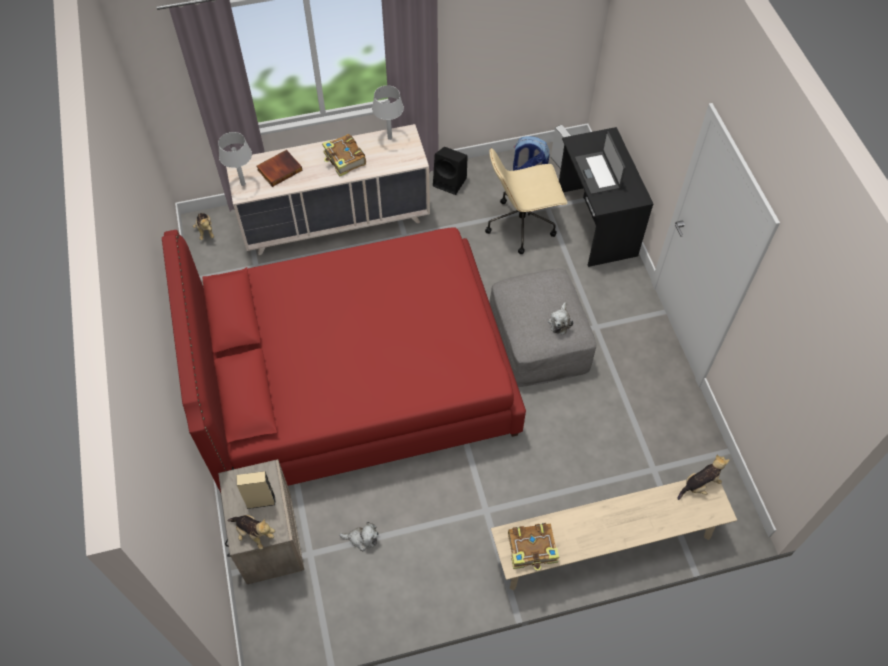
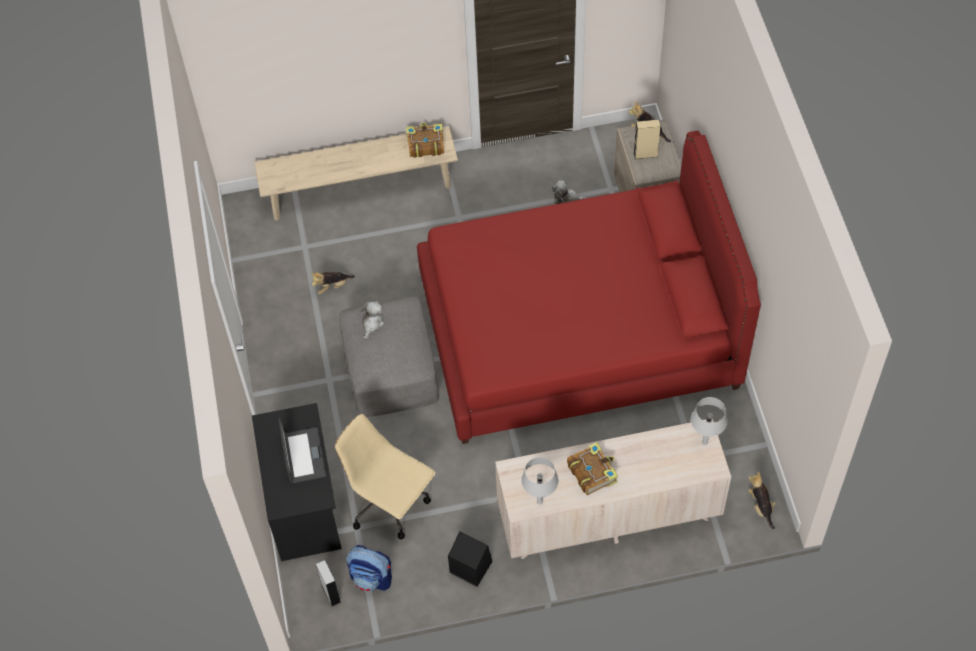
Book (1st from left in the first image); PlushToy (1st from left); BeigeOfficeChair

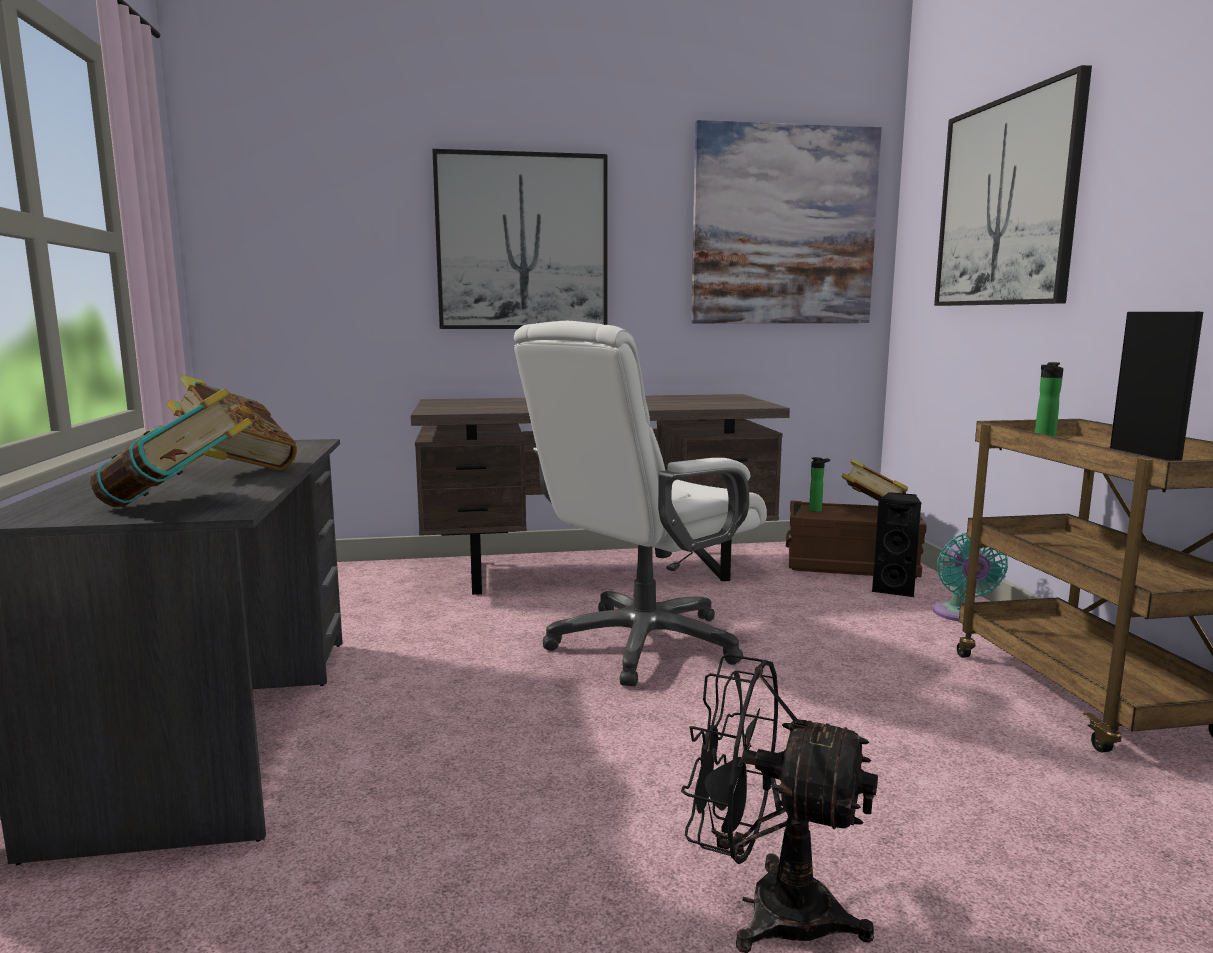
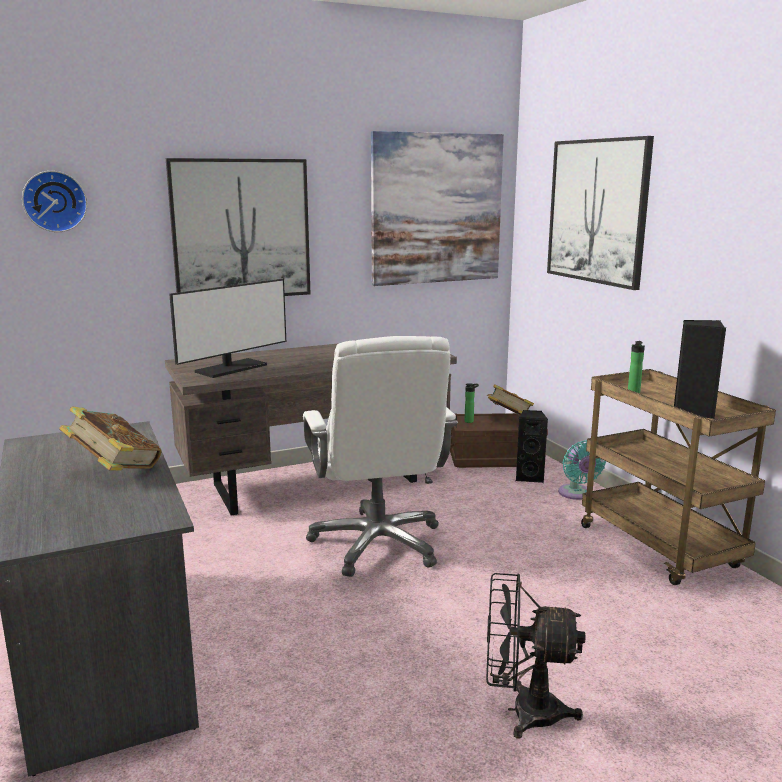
Book (1st from left in the first image); WallClock; Monitor; WhiteOfficeChair

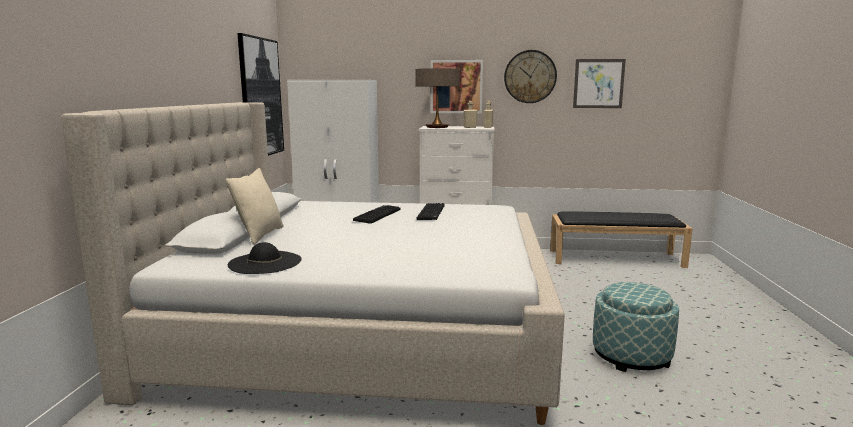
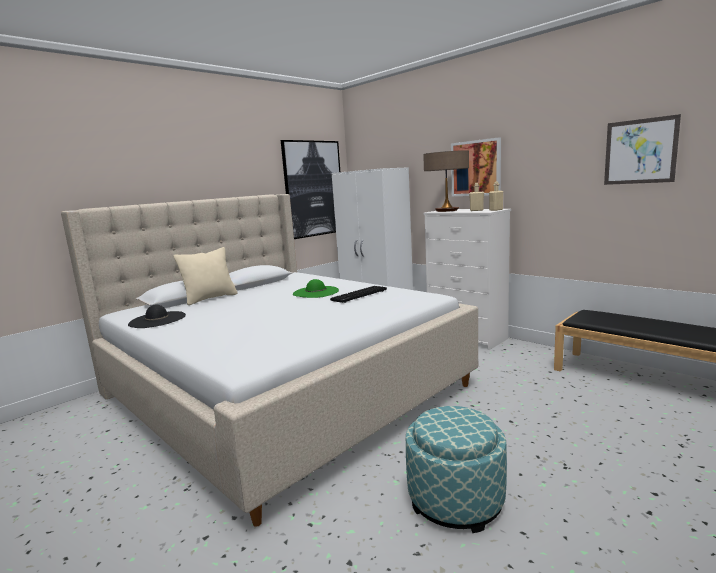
WallClock; GreenHat

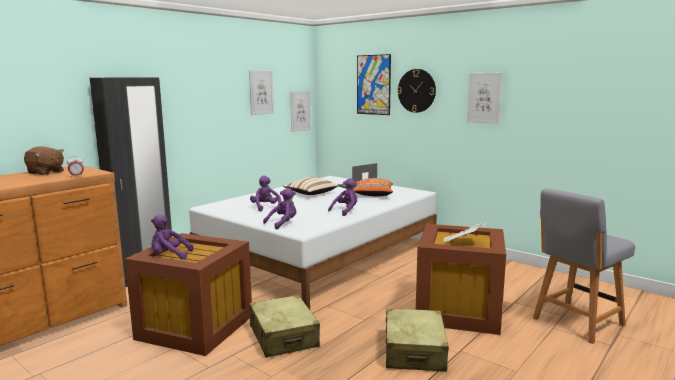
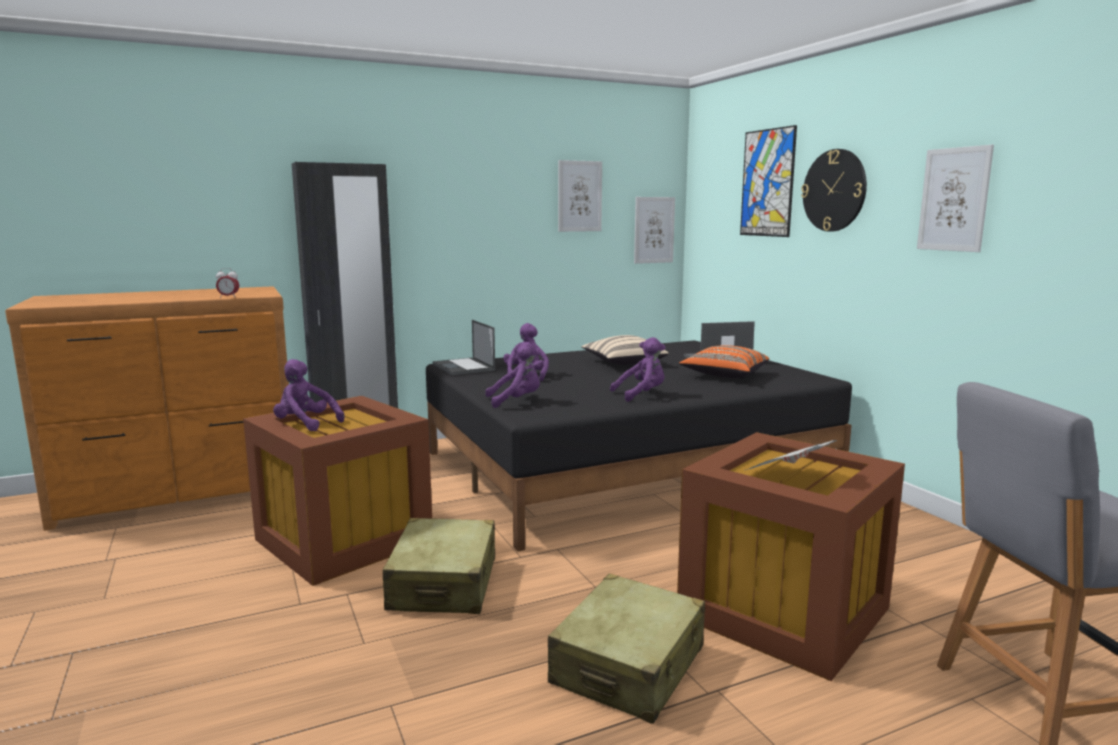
BrownPlushToy; Laptop (1st from left); BlackBed

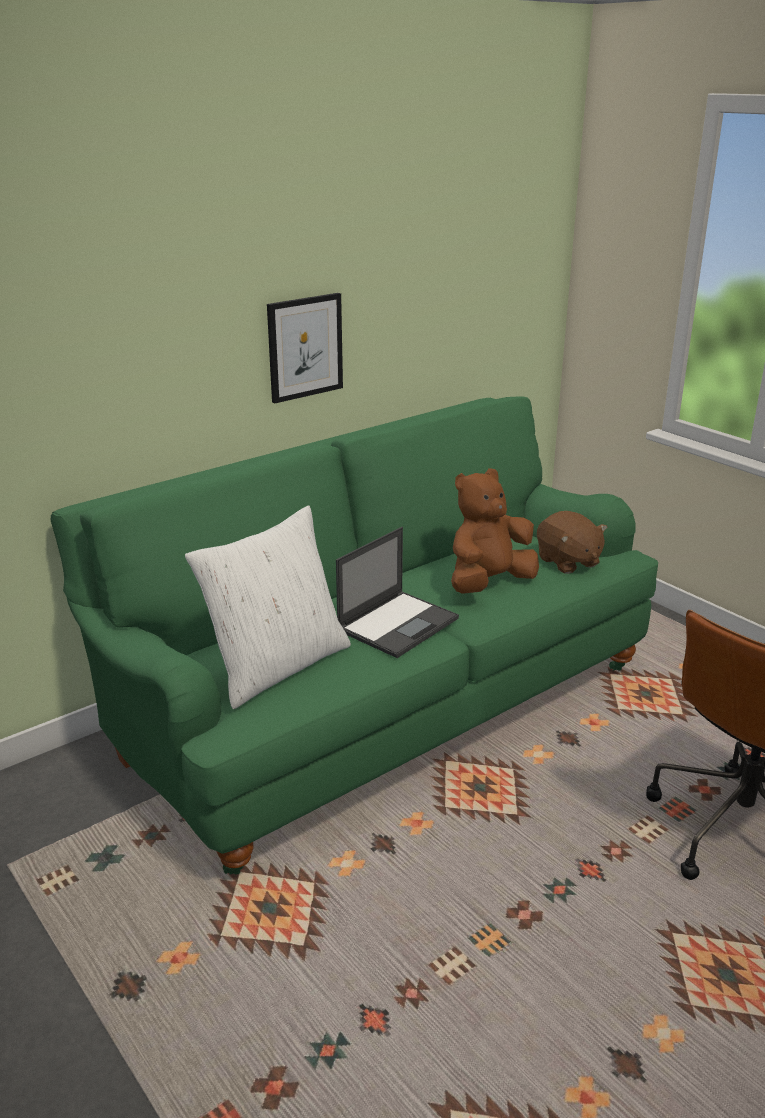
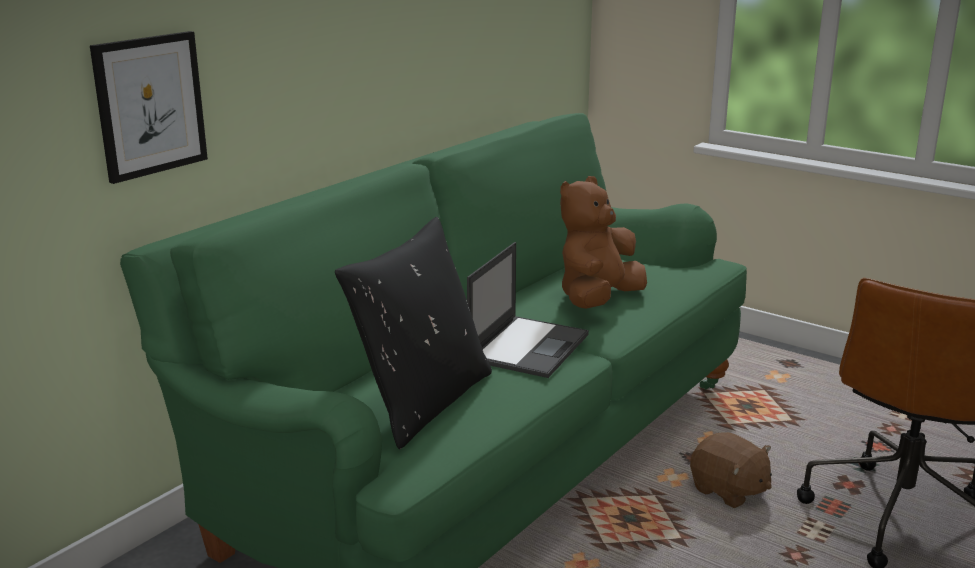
Picture; BrownPlushToy (2nd from left); BlackPillow

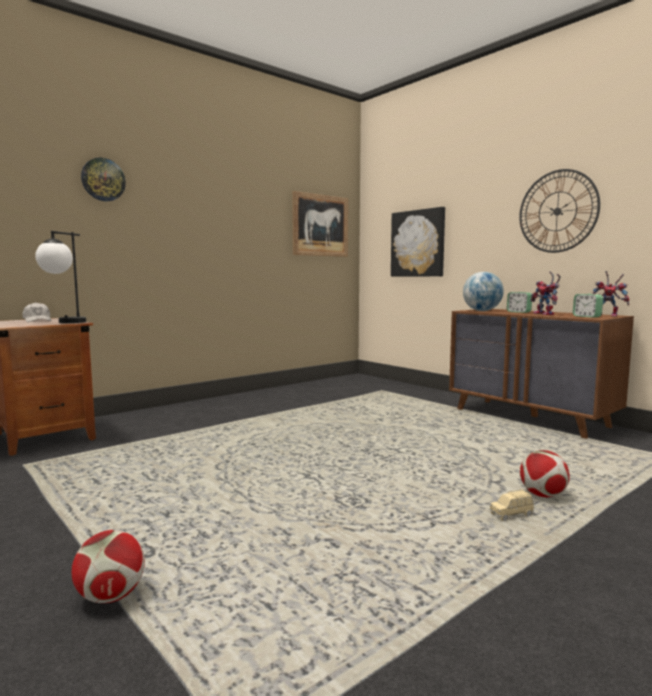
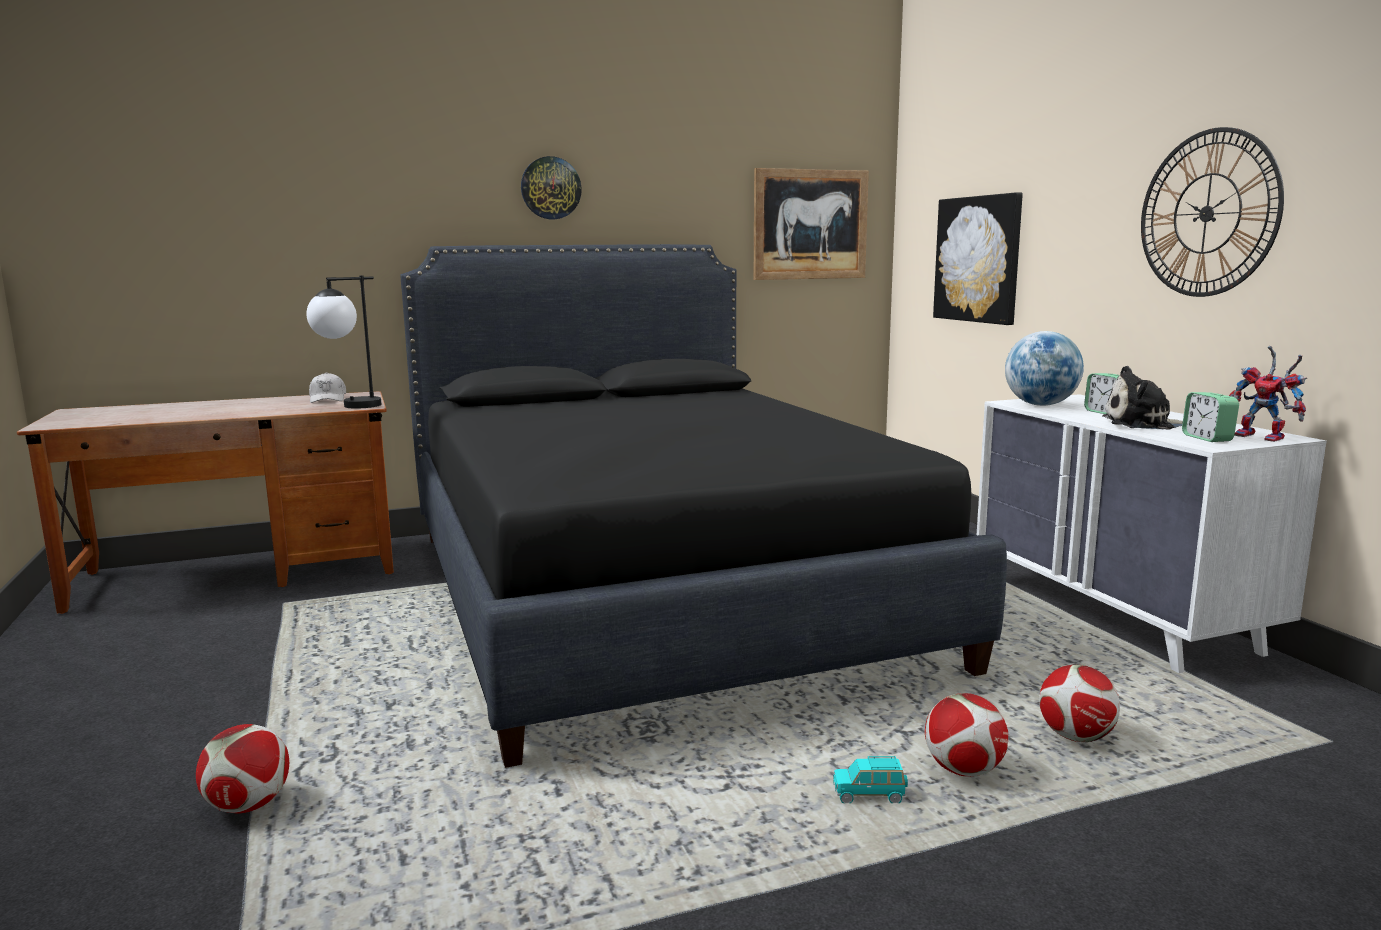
BlackBed; Football (3rd from left); WallClock (1st from left); PlushToy; WhiteDresser; TurquoiseToyCar

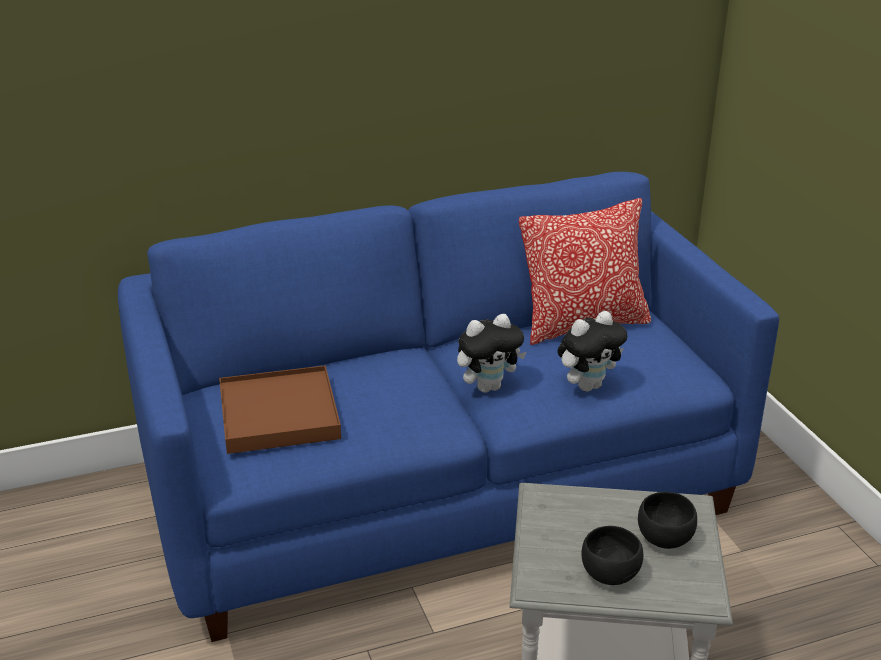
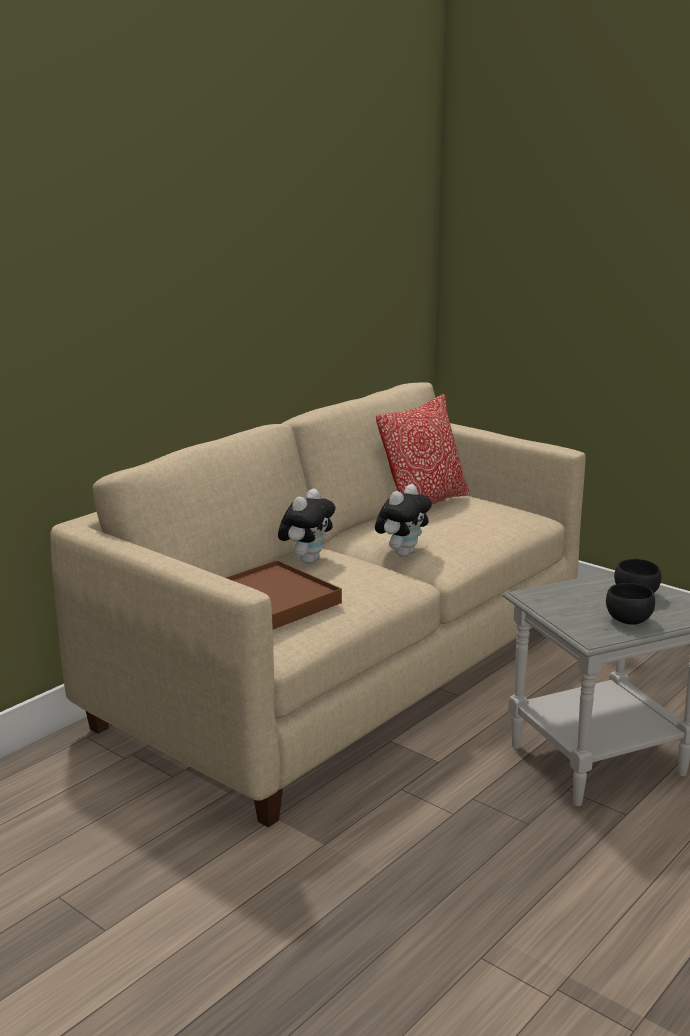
PlushToy (1st from left); BeigeSofa

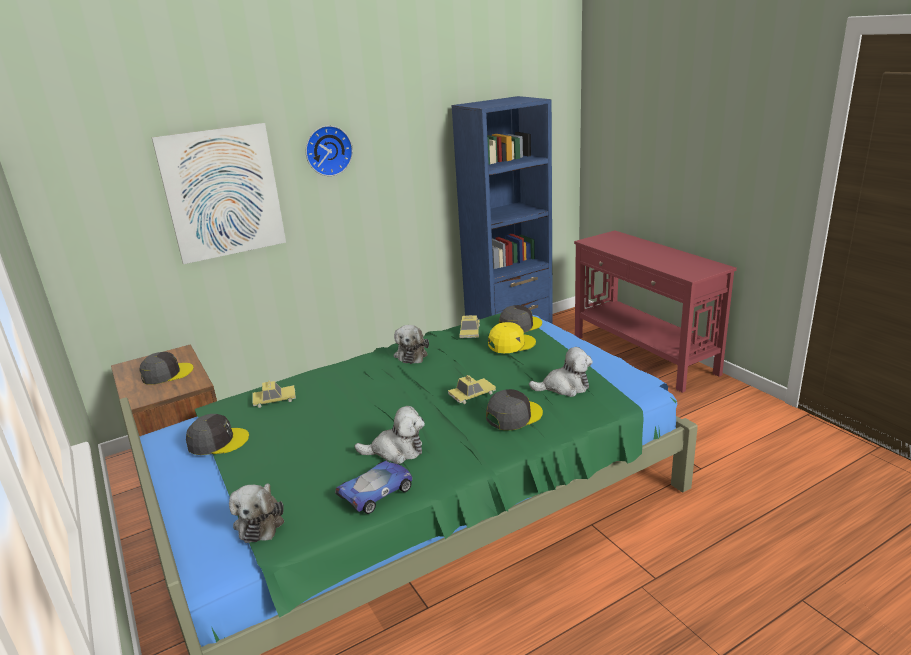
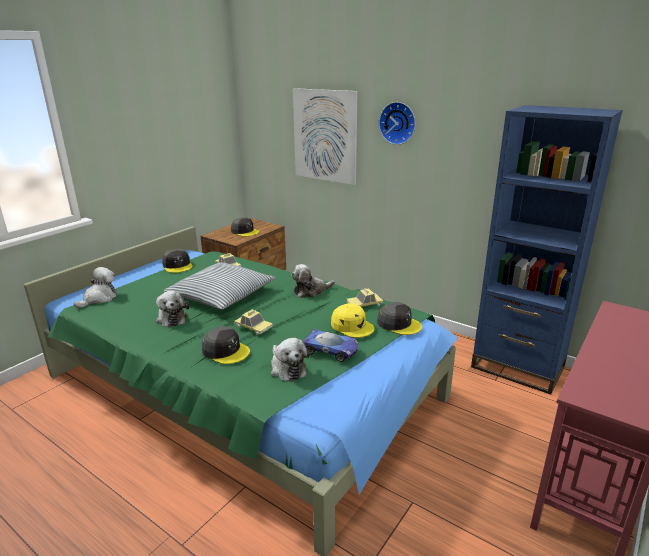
Pillow; ToyCar (3rd from left); PlushToy (1st from left)

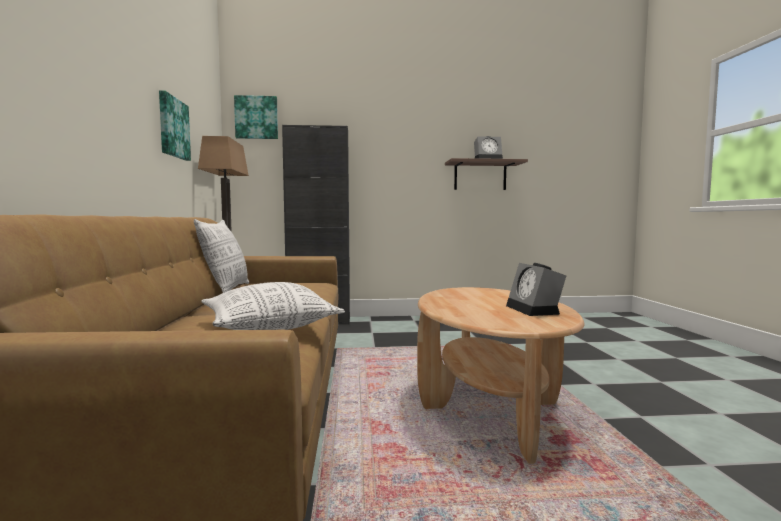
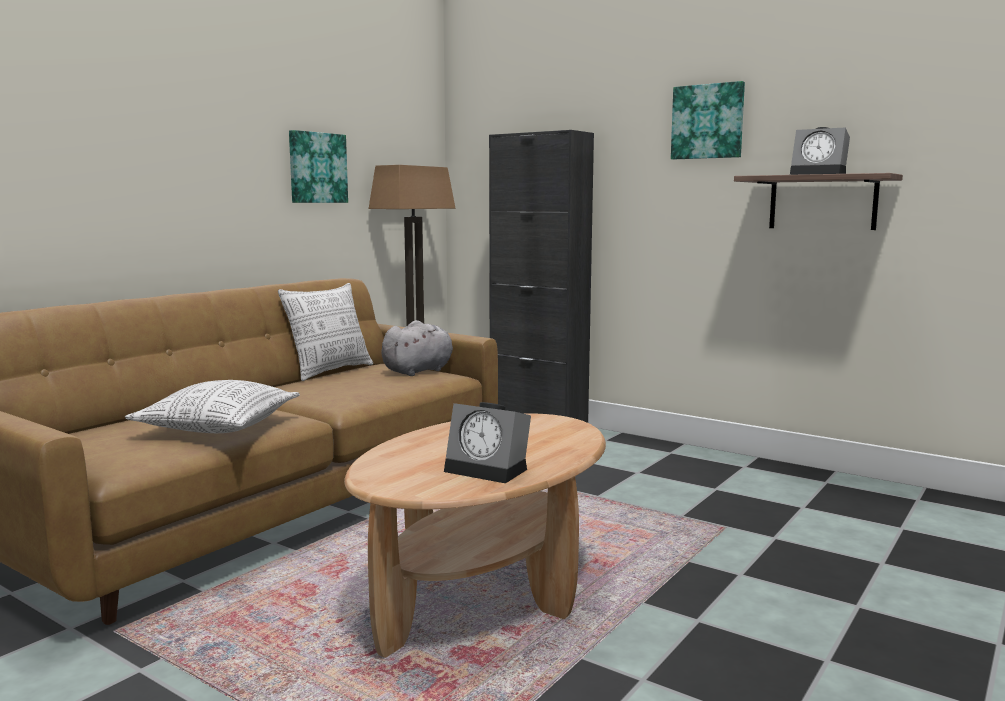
GreyPlushToy; Picture (2nd from left); AlarmClock (1st from left)

